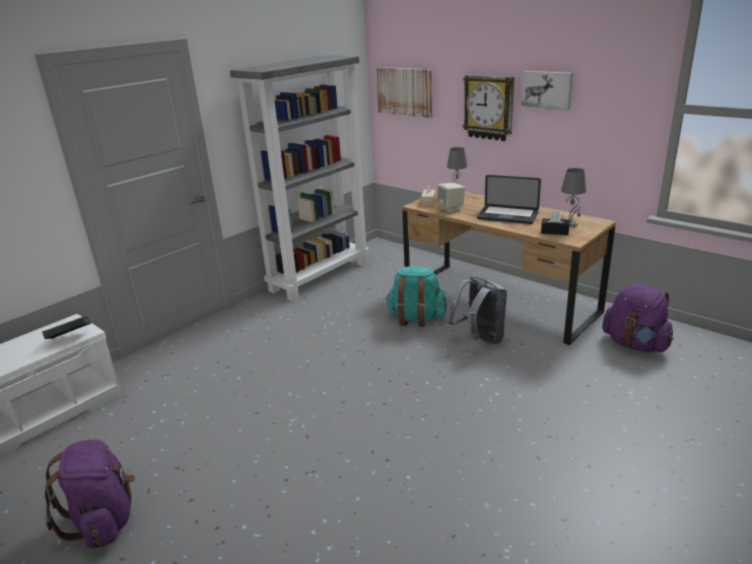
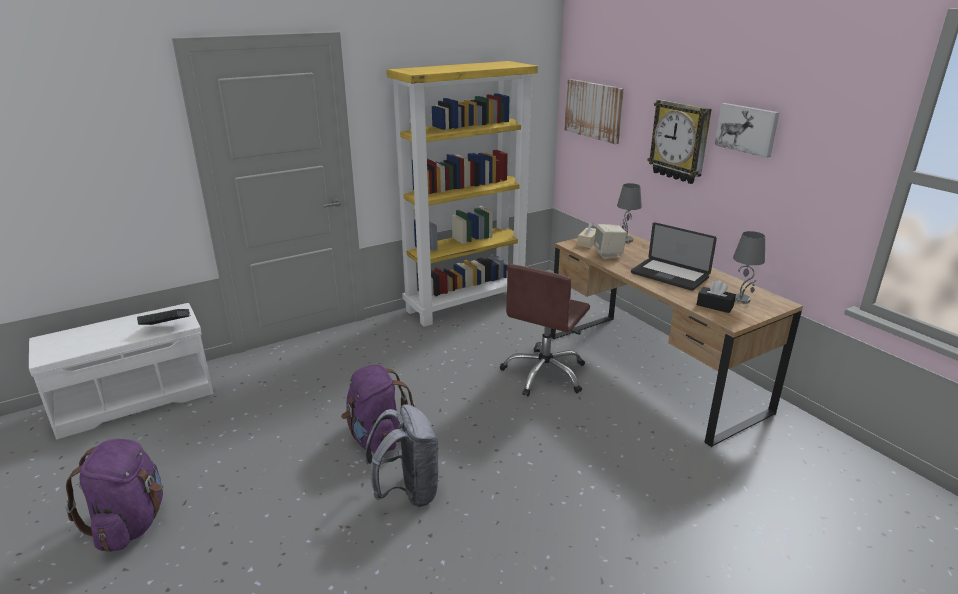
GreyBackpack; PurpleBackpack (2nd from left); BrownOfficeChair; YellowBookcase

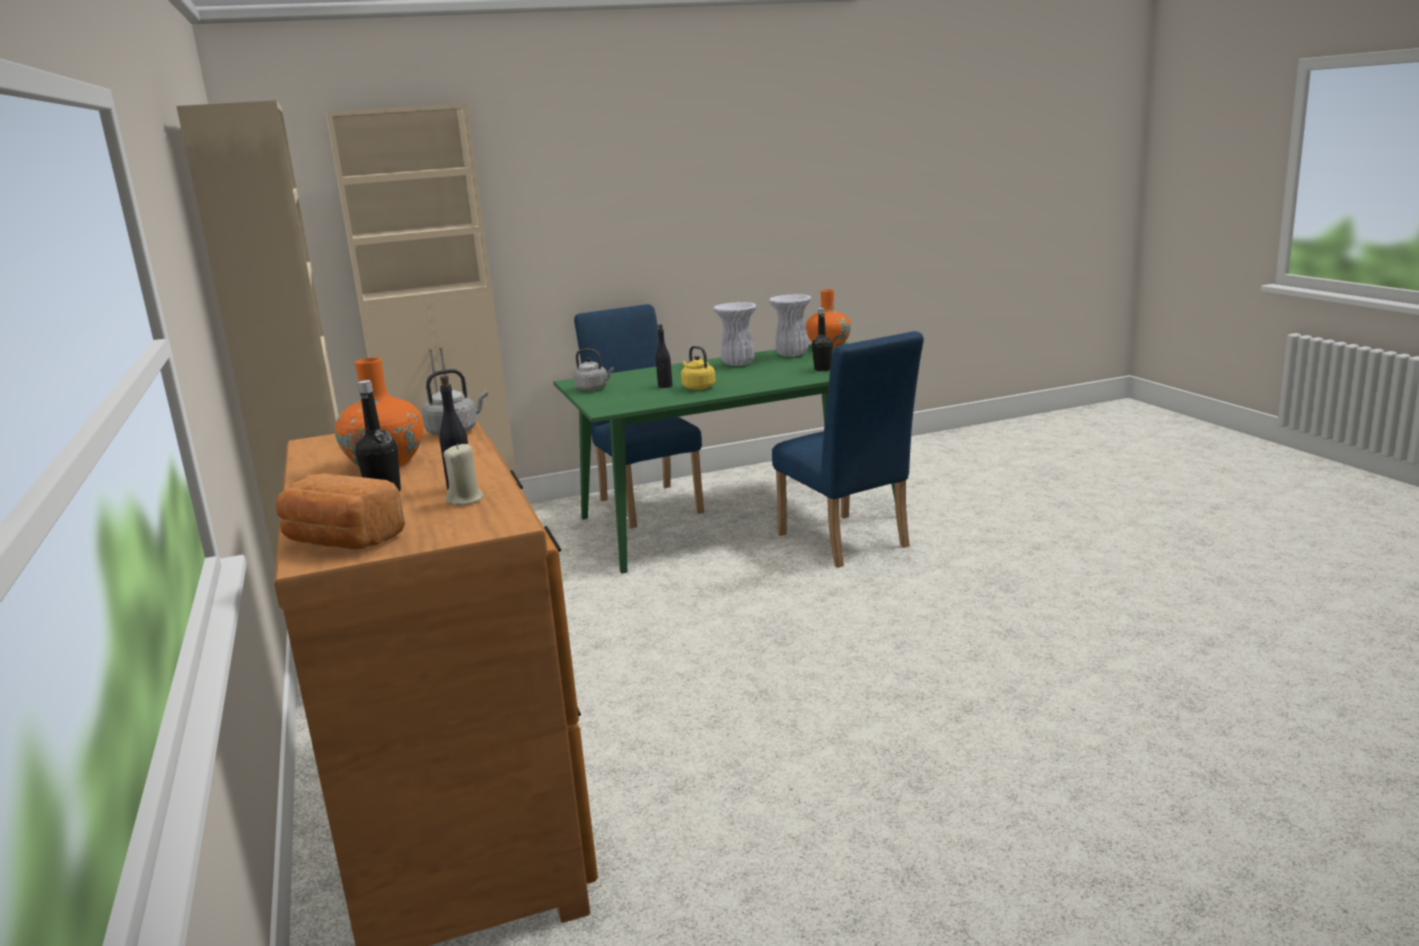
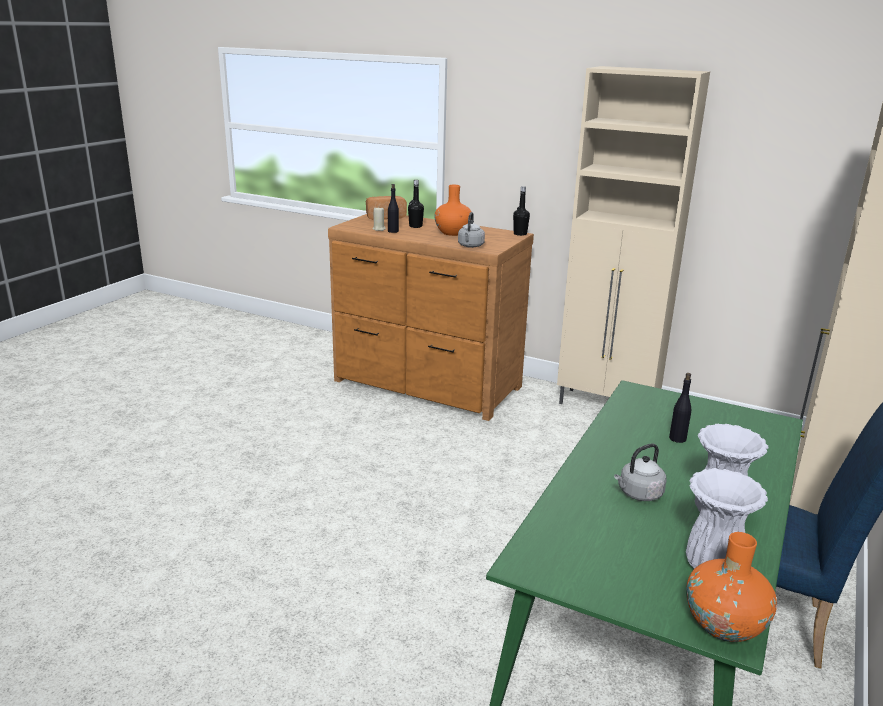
YellowKettle; BlueChair (2nd from left in the first image); GreyKettle (2nd from left); BlackBottle (3rd from left)

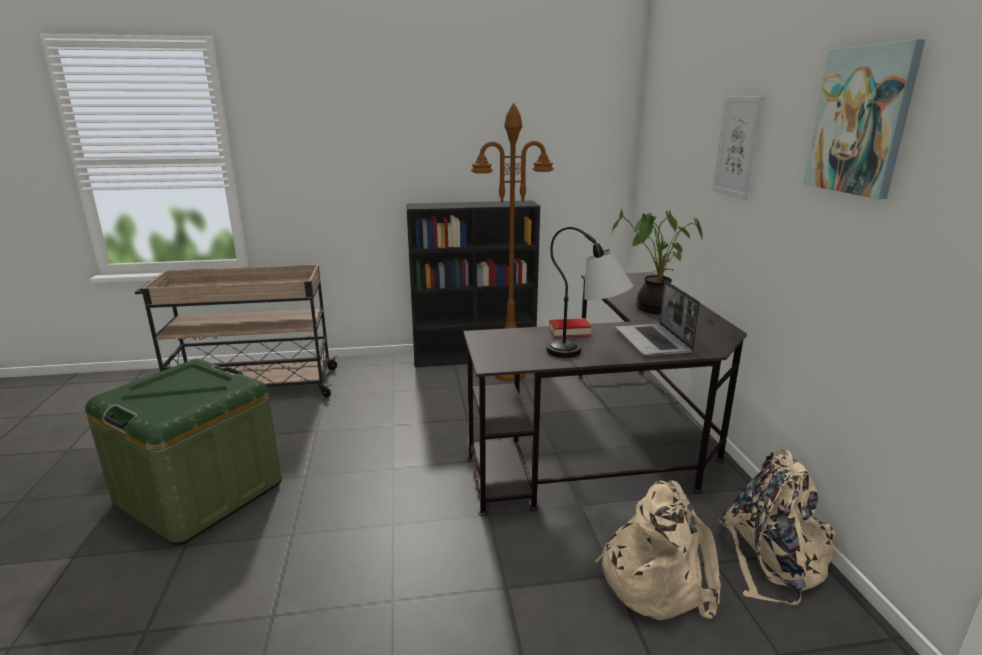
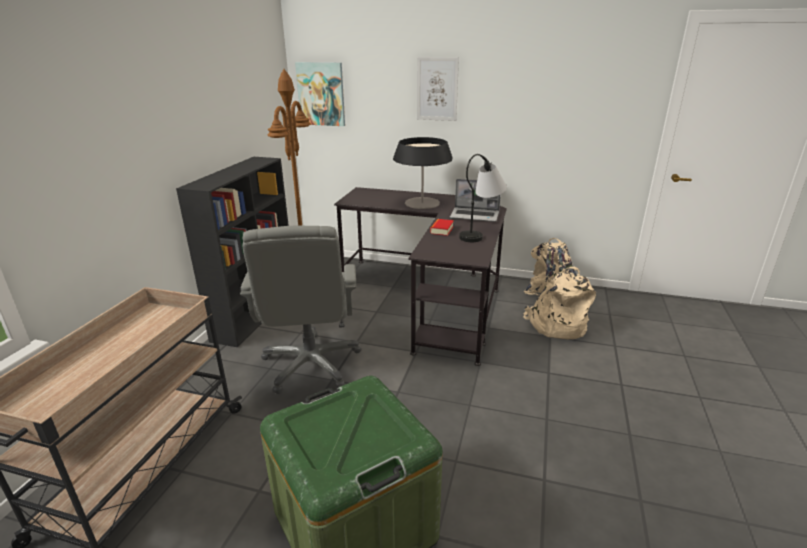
GreyOfficeChair; Picture (1st from left); TableLamp (1st from left)

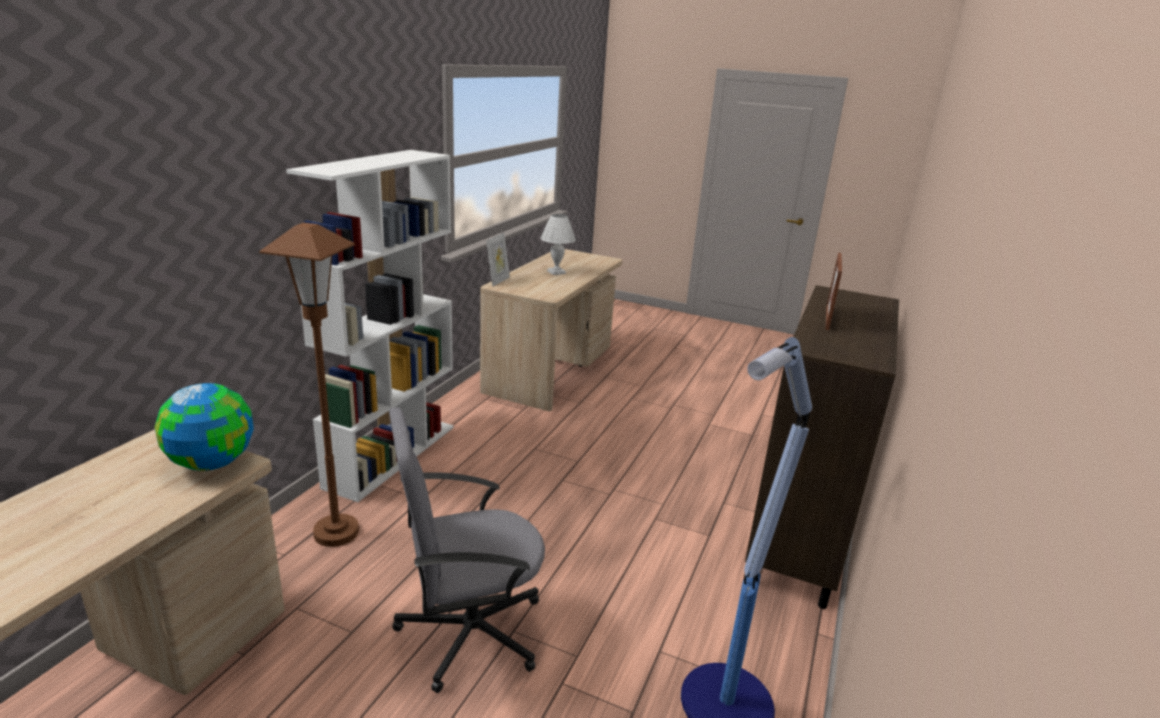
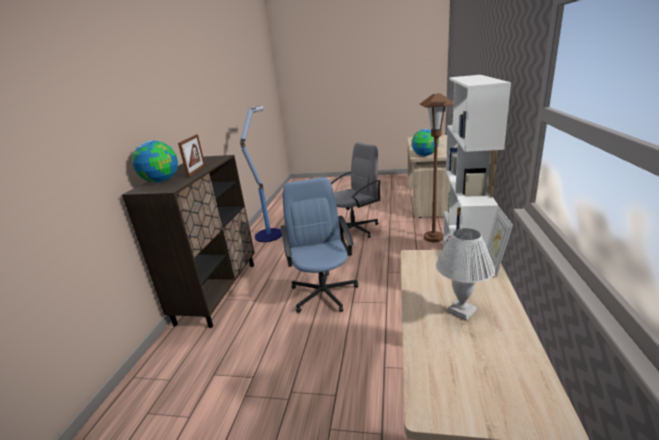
Globe (1st from left); BlueOfficeChair

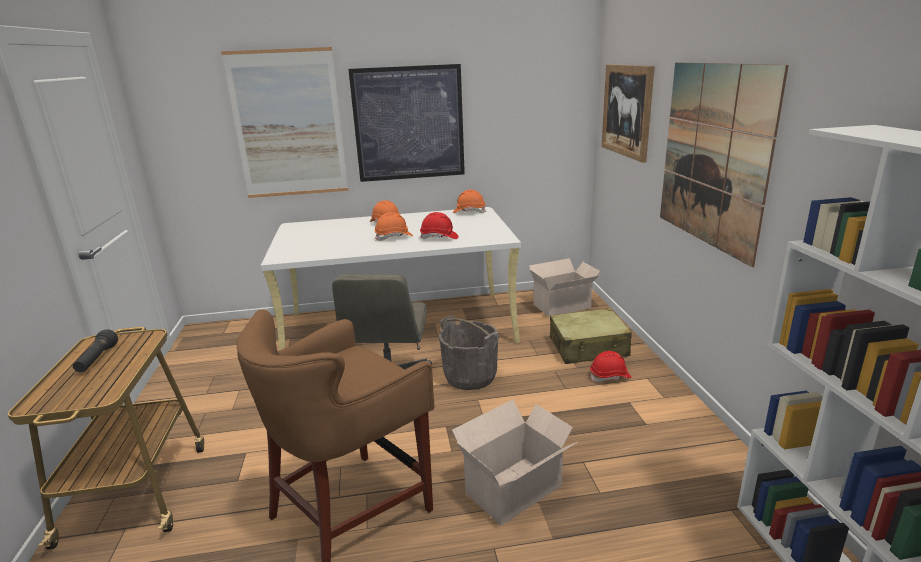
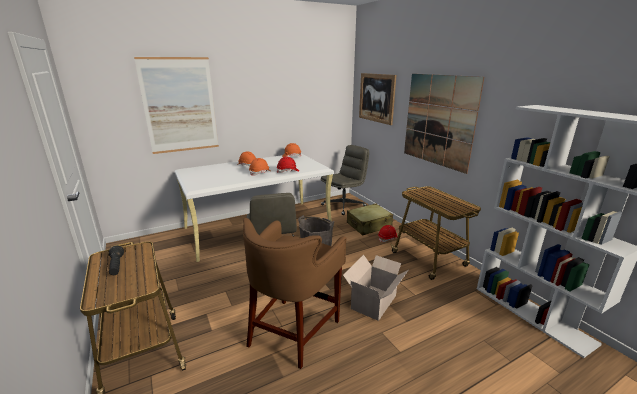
Picture (2nd from left in the first image); Cart (2nd from left); GreyOfficeChair (2nd from left)

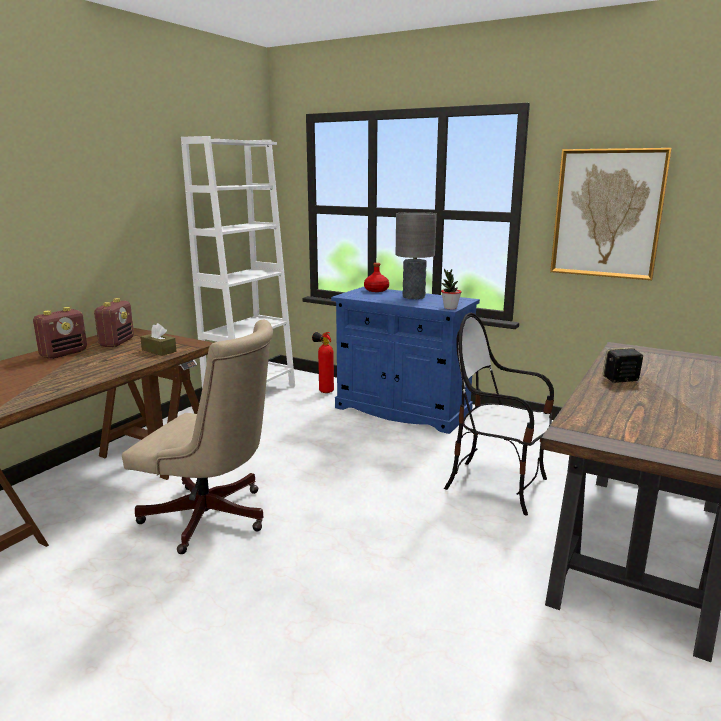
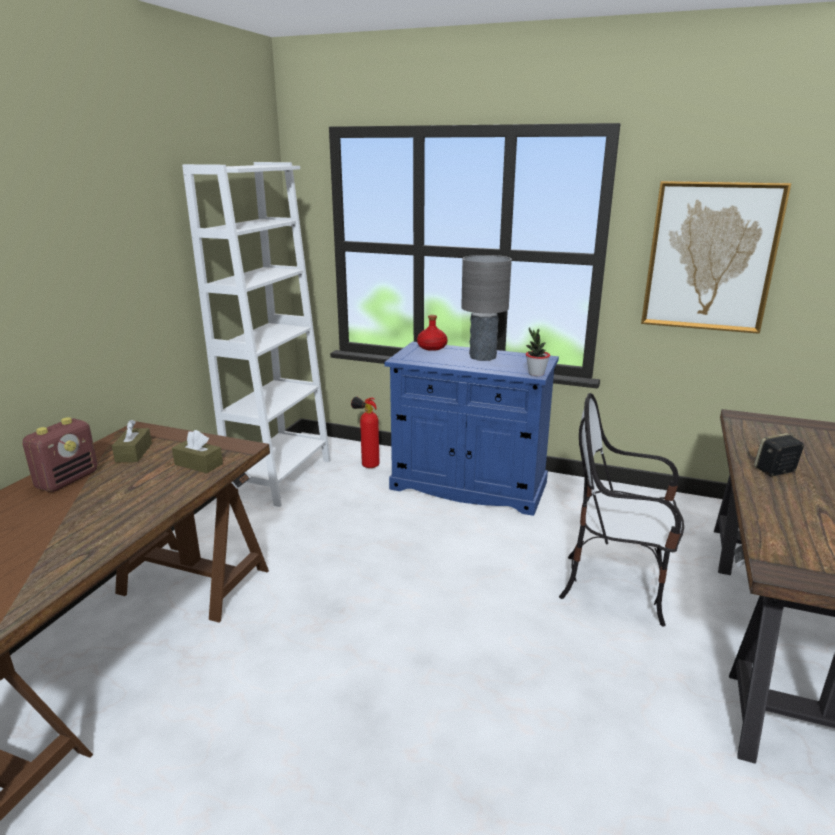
BeigeOfficeChair; BrownTissueBox (1st from left)

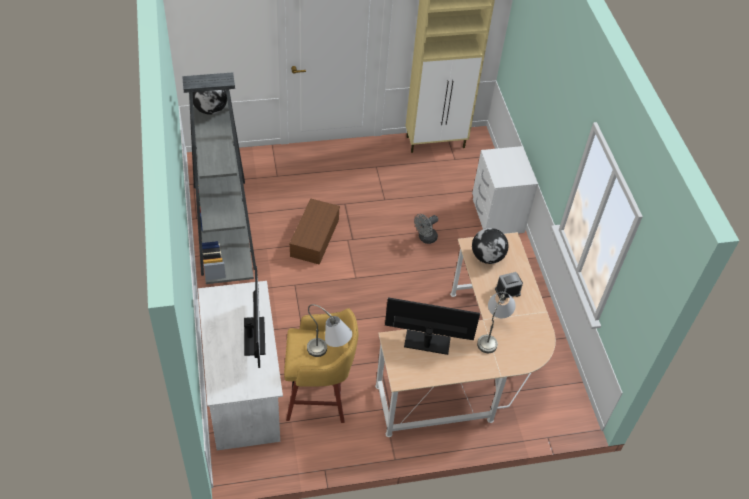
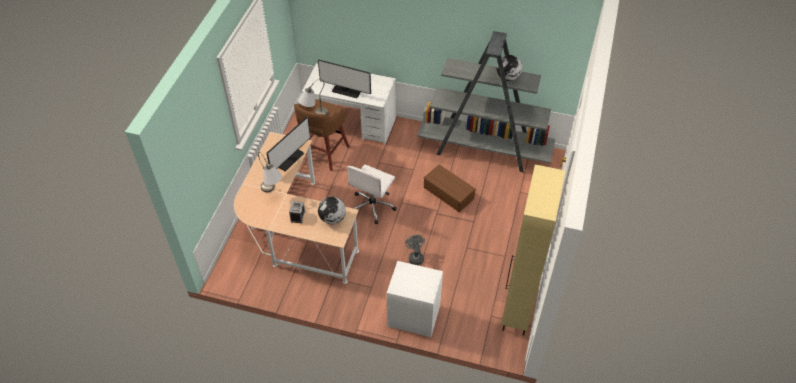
WhiteOfficeChair; BrownStool

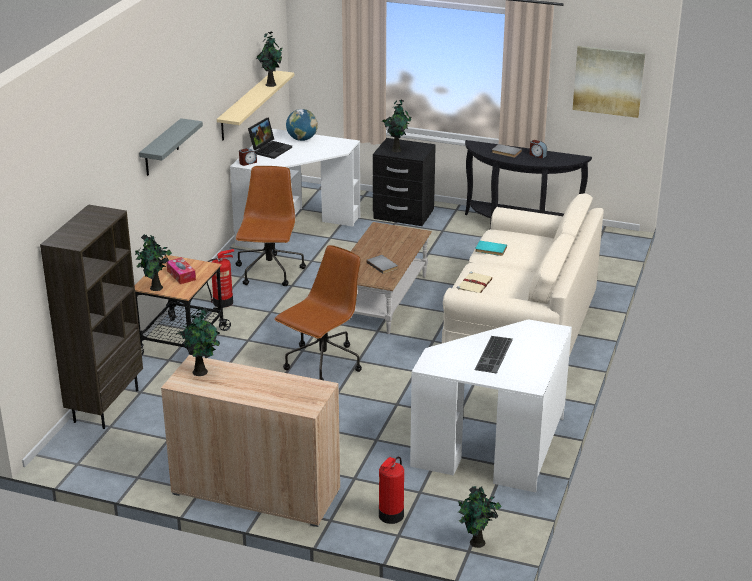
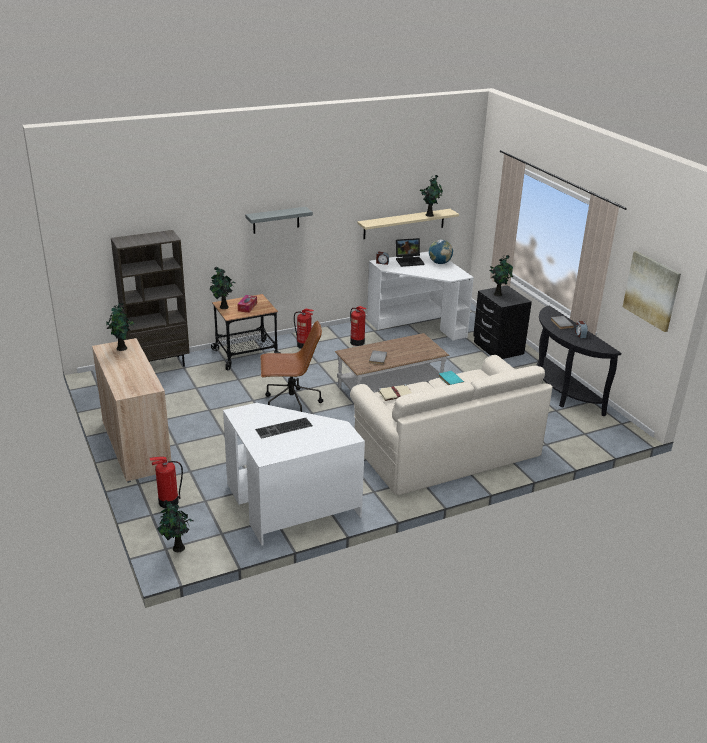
FireExtinguisher (3rd from left)

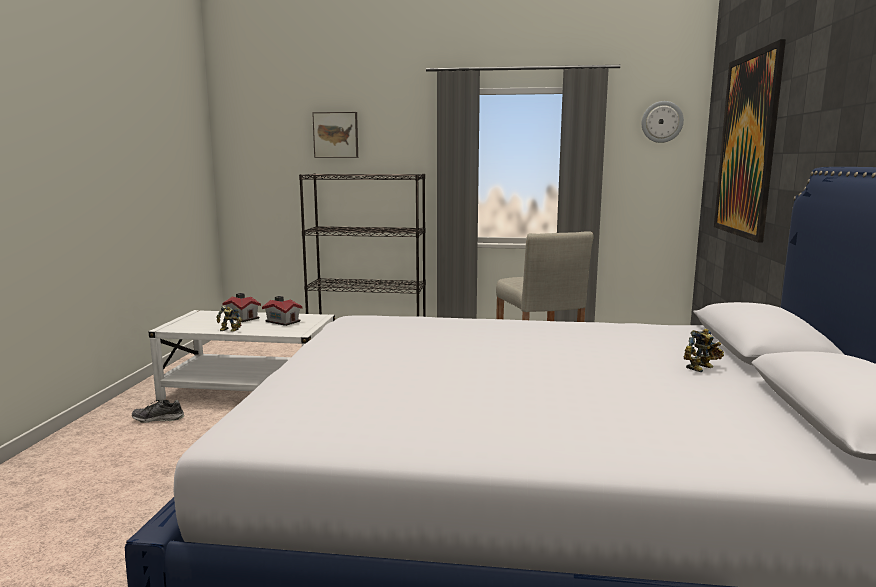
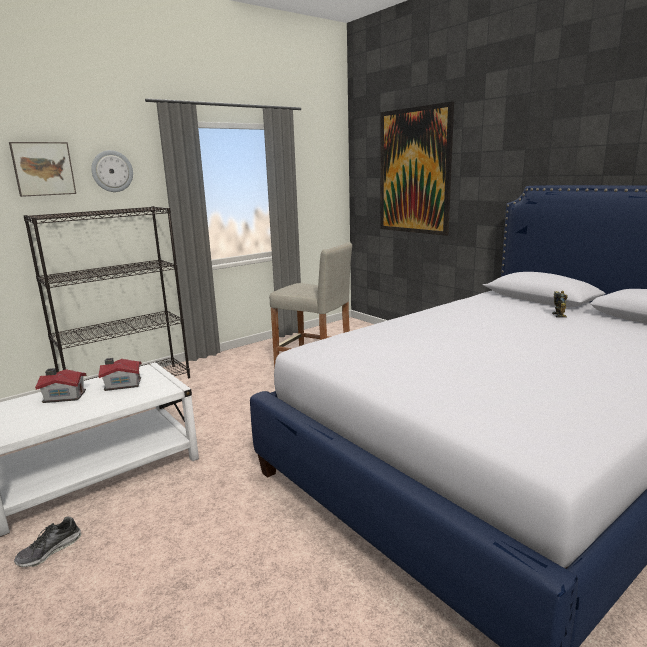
ToyRobot (1st from left in the first image); WallClock

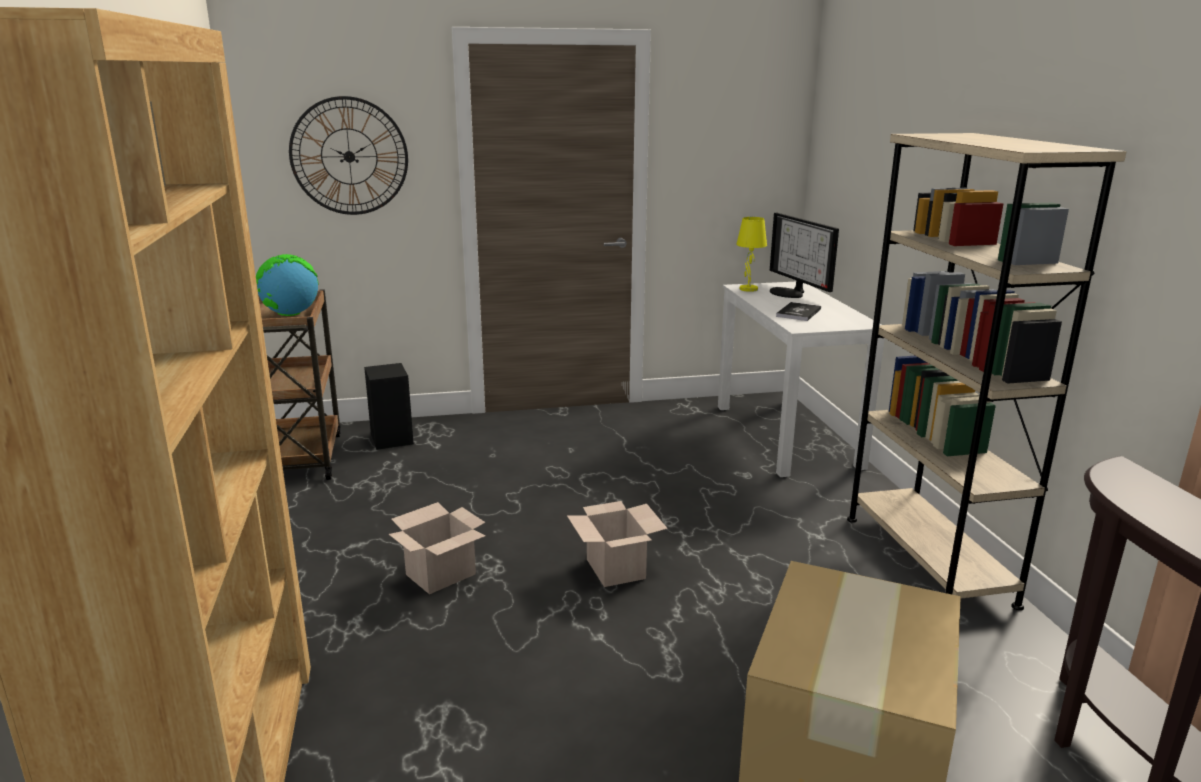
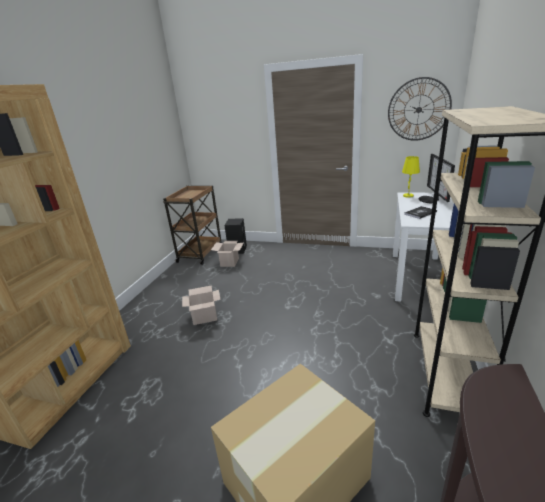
Globe; WallClock; CardboardBox (2nd from left)

